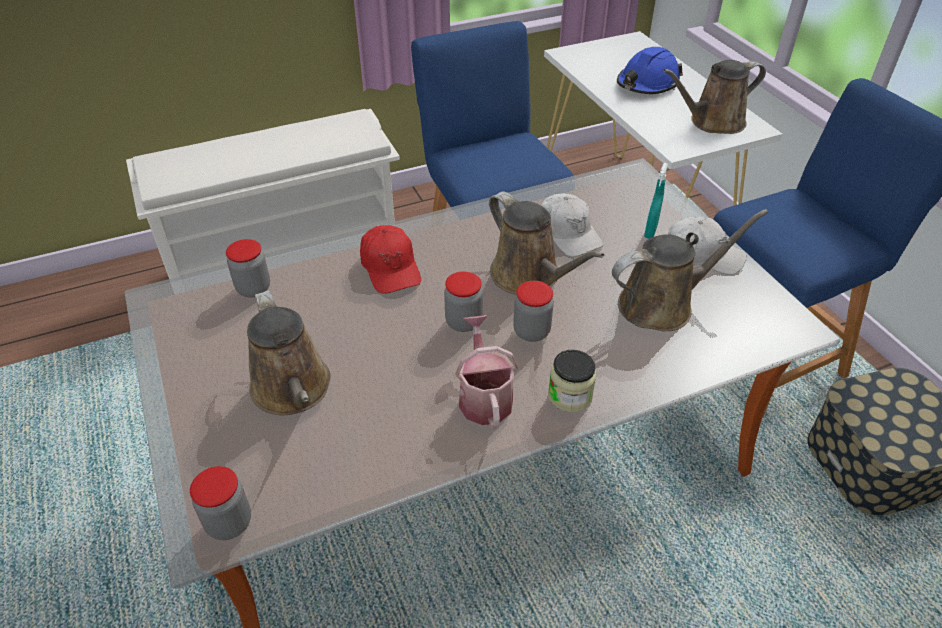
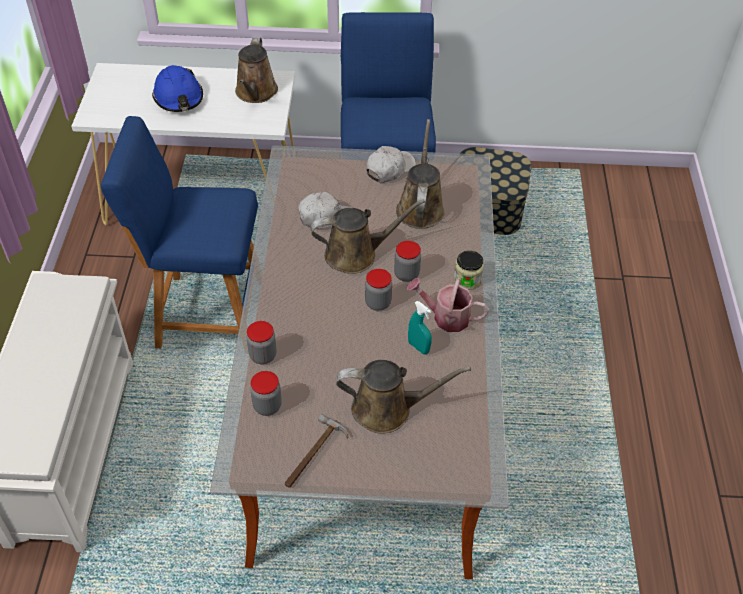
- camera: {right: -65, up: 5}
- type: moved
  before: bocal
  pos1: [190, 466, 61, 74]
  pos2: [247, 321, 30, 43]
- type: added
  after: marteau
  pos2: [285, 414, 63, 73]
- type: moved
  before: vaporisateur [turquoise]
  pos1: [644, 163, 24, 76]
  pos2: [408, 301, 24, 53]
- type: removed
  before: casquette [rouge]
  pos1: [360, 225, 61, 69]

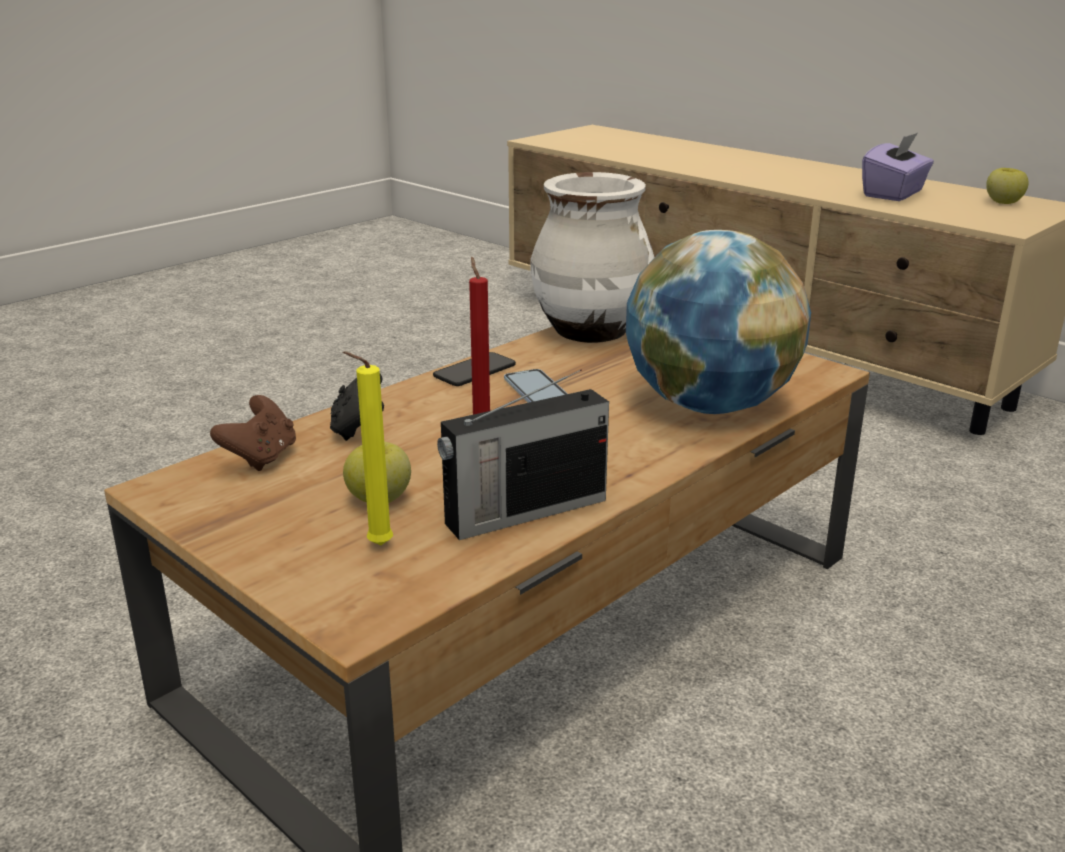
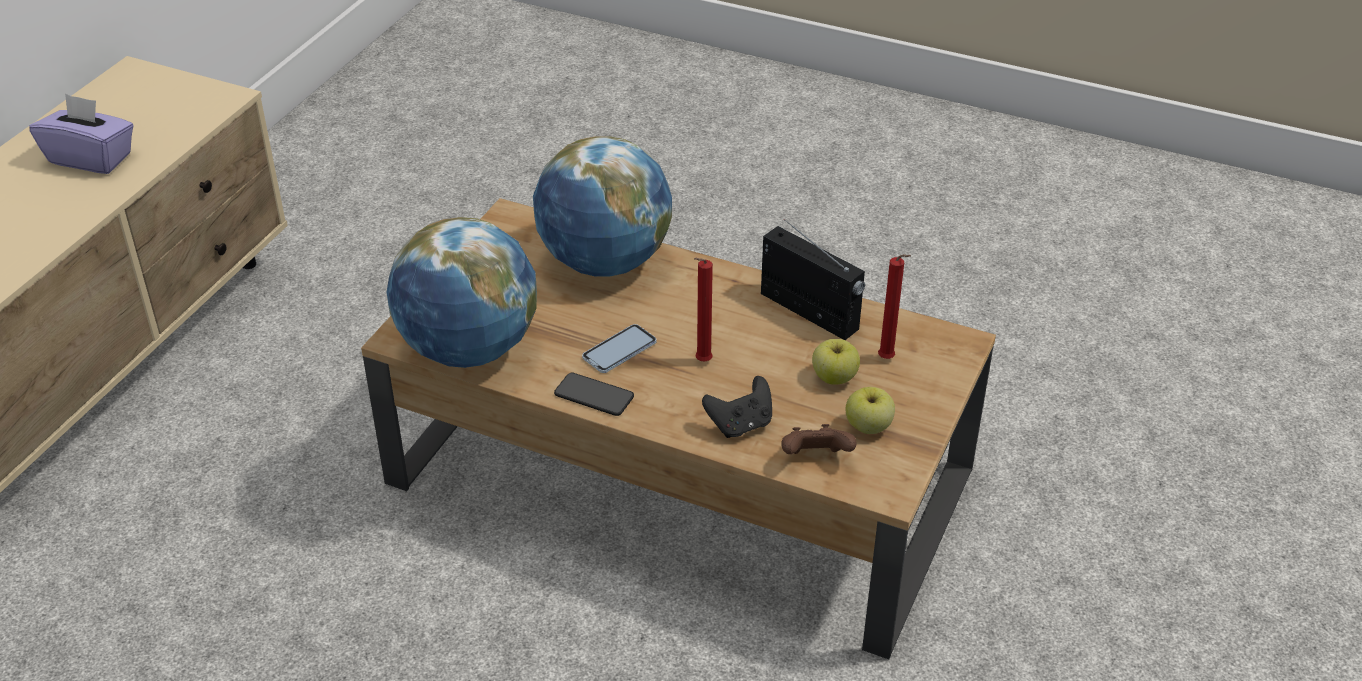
- camera: {right: -110, up: 15}
- type: replaced
  before: vase [blanc]
  after: globe
  pos1: [531, 172, 123, 171]
  pos2: [387, 217, 150, 151]
- type: moved
  before: pomme
  pos1: [986, 168, 42, 36]
  pos2: [846, 387, 49, 47]
- type: recoloured
  before: bougie [jaune]
  after: bougie [rouge]
  pos1: [343, 351, 50, 194]
  pos2: [878, 254, 33, 105]

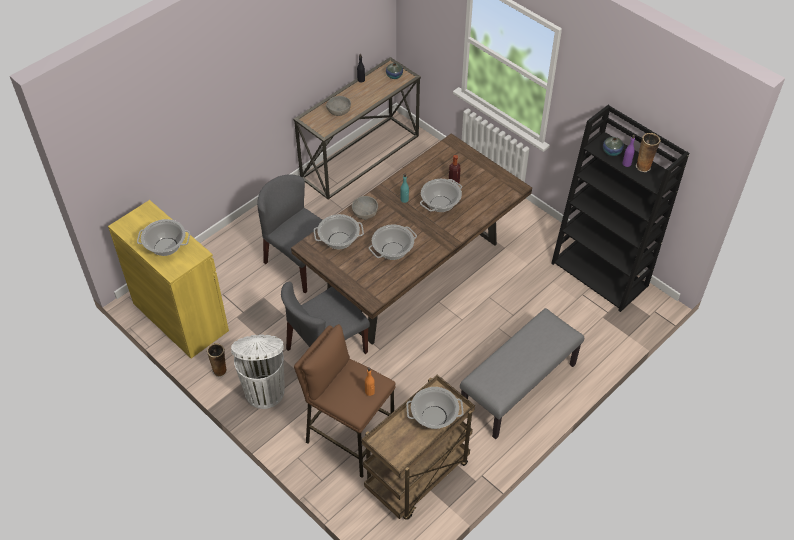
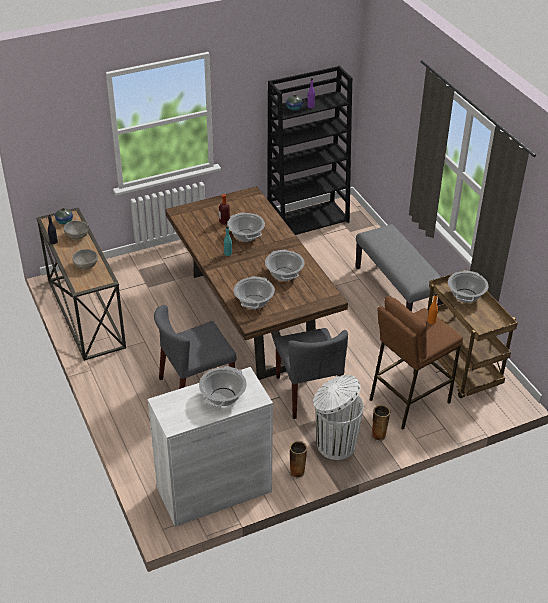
- camera: {right: -70, up: -10}
- type: moved
  before: bol [gris]
  pos1: [352, 196, 26, 24]
  pos2: [64, 220, 24, 19]
- type: recoloured
  before: meuble de rangement [jaune]
  after: meuble de rangement [blanc]
  pos1: [108, 200, 121, 158]
  pos2: [147, 367, 126, 160]
- type: moved
  before: vase
  pos1: [636, 133, 25, 39]
  pos2: [372, 405, 18, 36]

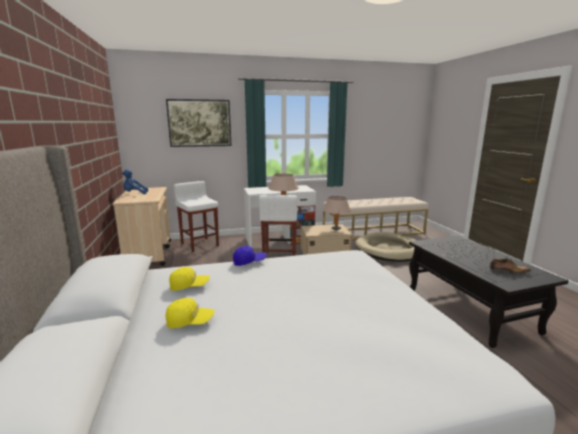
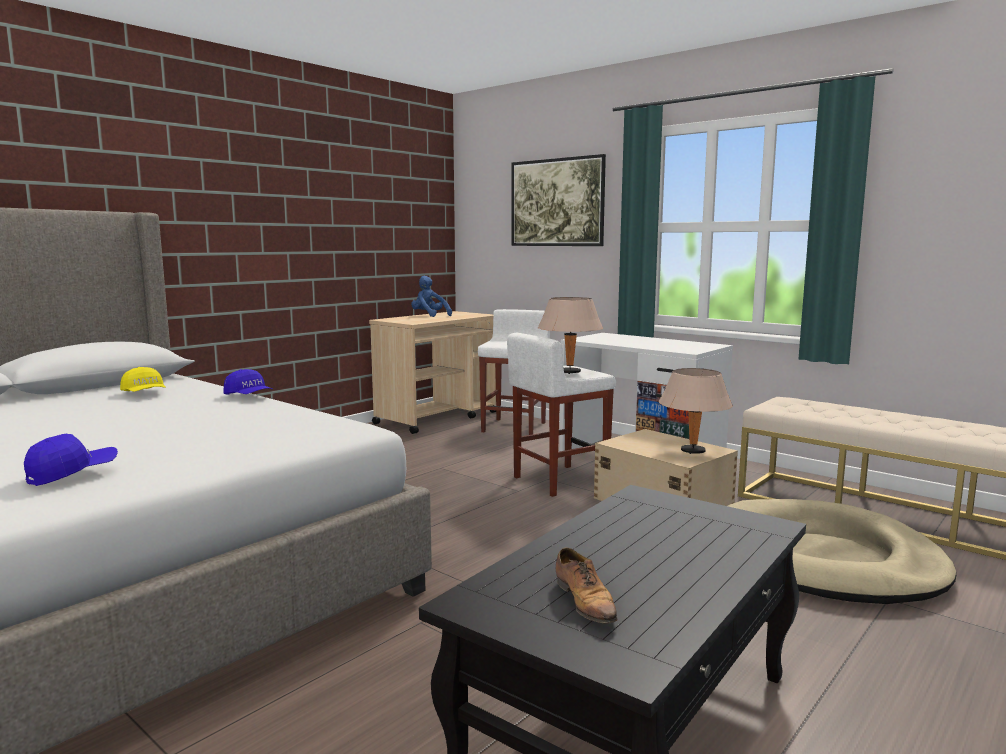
- camera: {right: 55, up: -5}
- type: added
  after: casquette [bleu]
  pos2: [24, 434, 94, 52]
- type: removed
  before: casquette [jaune]
  pos1: [165, 298, 50, 30]

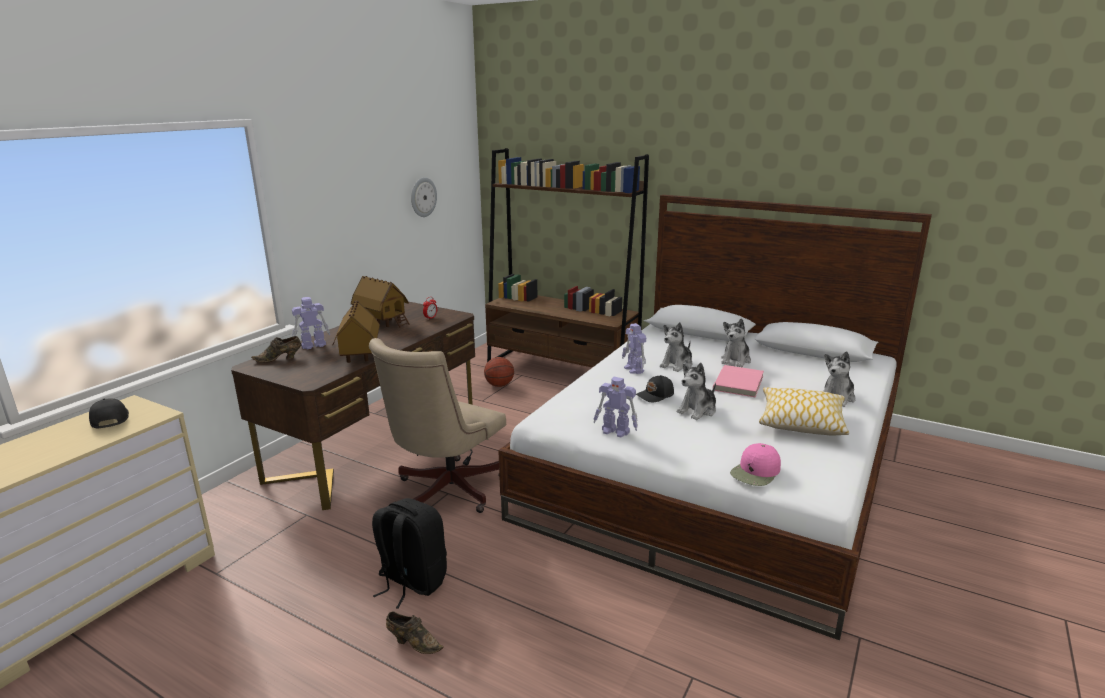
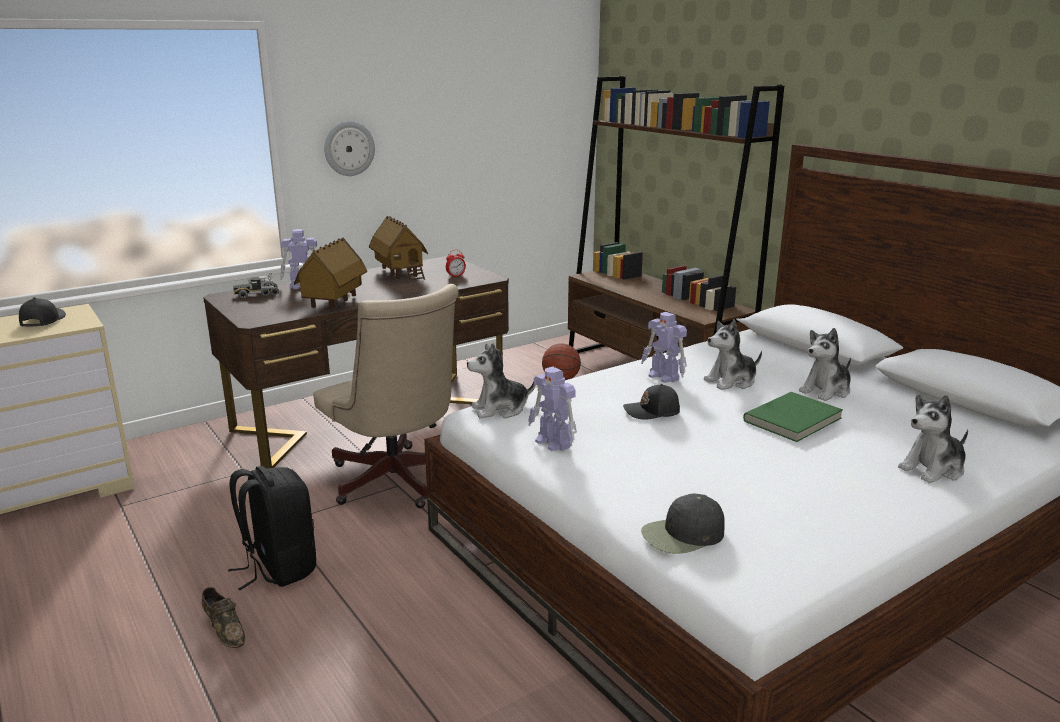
- camera: {right: 25, up: 0}
- type: replaced
  before: chaussure [marron]
  after: camion jouet
  pos1: [251, 336, 50, 27]
  pos2: [233, 273, 46, 25]
- type: turned
  before: chaise de bureau [beige]
  pos1: [369, 338, 137, 175]
  pos2: [313, 284, 146, 224]
  turn: -90
- type: moved
  before: horloge murale
  pos1: [411, 178, 26, 39]
  pos2: [324, 121, 51, 55]
- type: moved
  before: peluche
  pos1: [677, 363, 39, 57]
  pos2: [467, 343, 68, 75]
- type: turned
  before: robot jouet
  pos1: [622, 323, 24, 51]
  pos2: [641, 312, 46, 71]
  turn: -45
- type: recoloured
  before: casquette [rose]
  after: casquette [noir]
  pos1: [730, 443, 51, 43]
  pos2: [641, 493, 84, 61]
- type: recoloured
  before: livre [rose]
  after: livre [vert]
  pos1: [713, 365, 51, 32]
  pos2: [743, 392, 100, 50]
- type: removed
  before: coussin
  pos1: [759, 387, 90, 48]

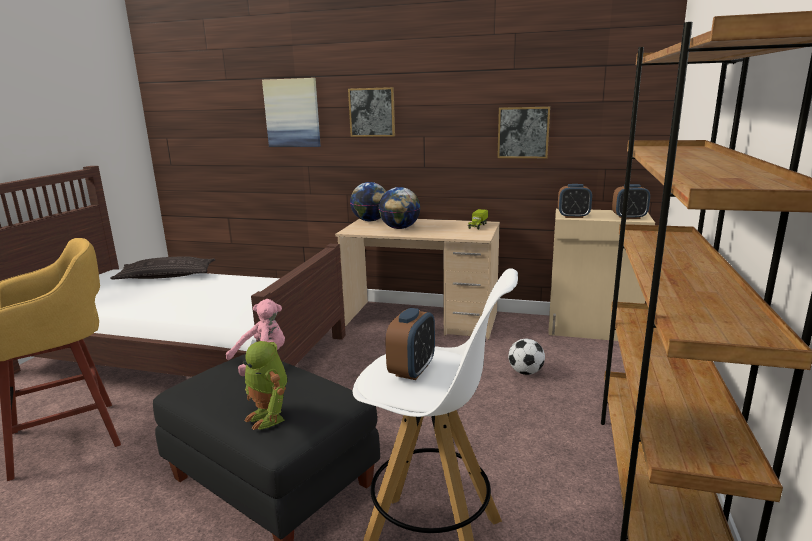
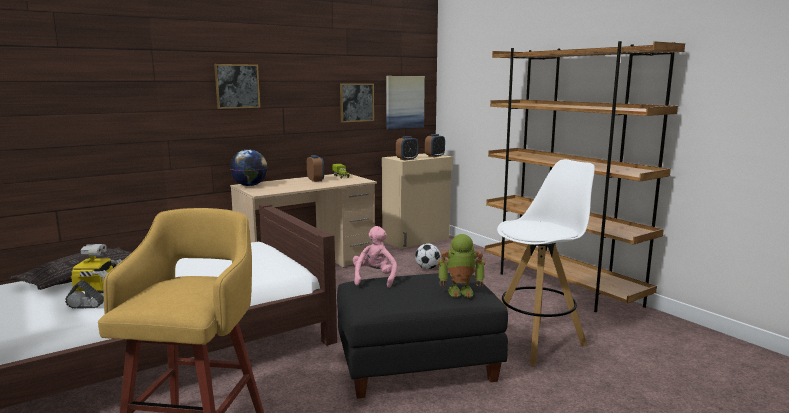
- camera: {right: -50, up: -5}
- type: added
  after: robot jouet
  pos2: [65, 244, 57, 65]
- type: moved
  before: réveil
  pos1: [385, 308, 50, 72]
  pos2: [307, 155, 17, 27]
- type: moved
  before: tableau
  pos1: [262, 78, 59, 69]
  pos2: [386, 76, 39, 54]
- type: removed
  before: globe
  pos1: [378, 187, 42, 42]

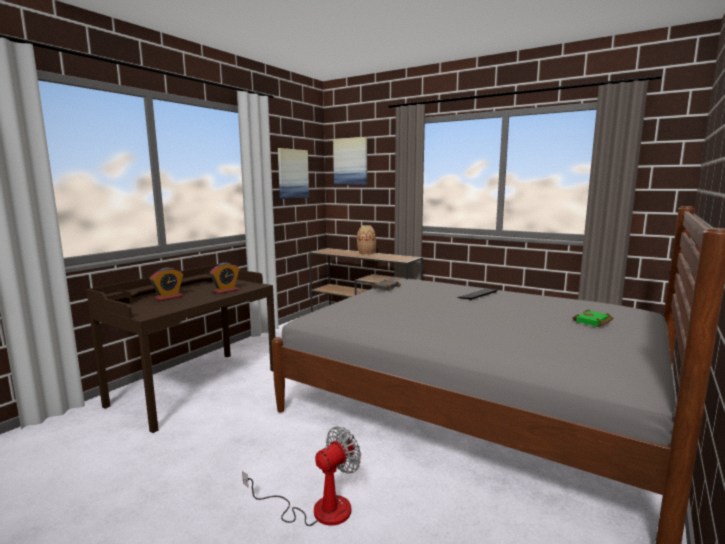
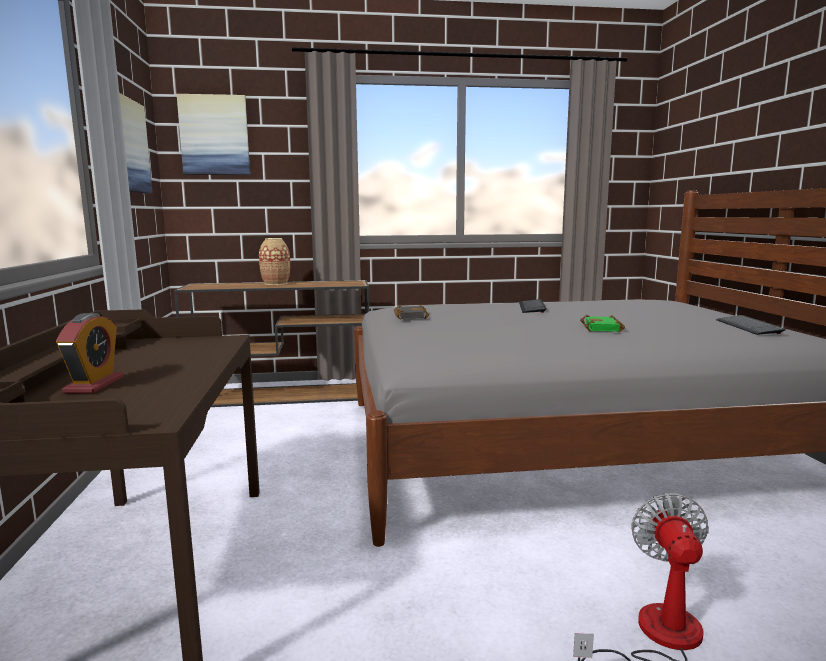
- camera: {right: -40, up: 0}
- type: moved
  before: livre [vert]
  pos1: [572, 309, 42, 18]
  pos2: [580, 315, 45, 17]
- type: added
  after: clavier
  pos2: [716, 315, 70, 20]
- type: removed
  before: réveil
  pos1: [210, 263, 29, 31]

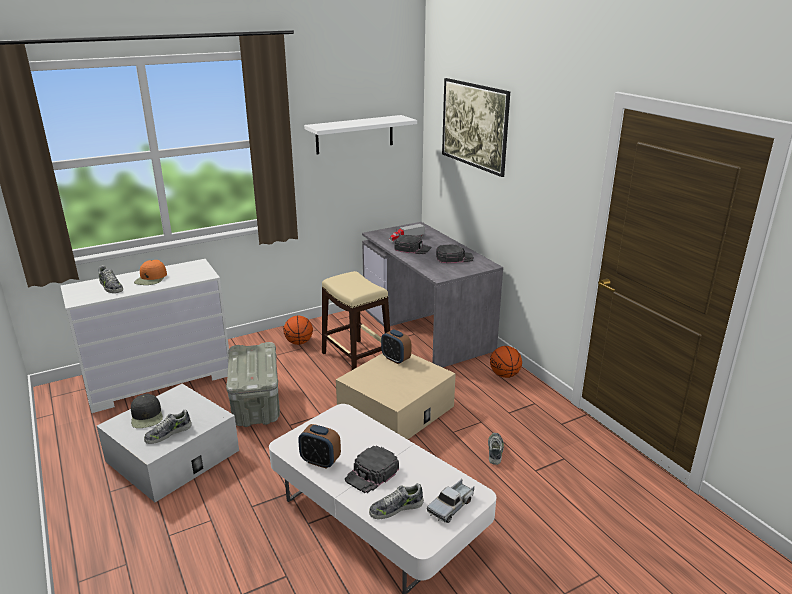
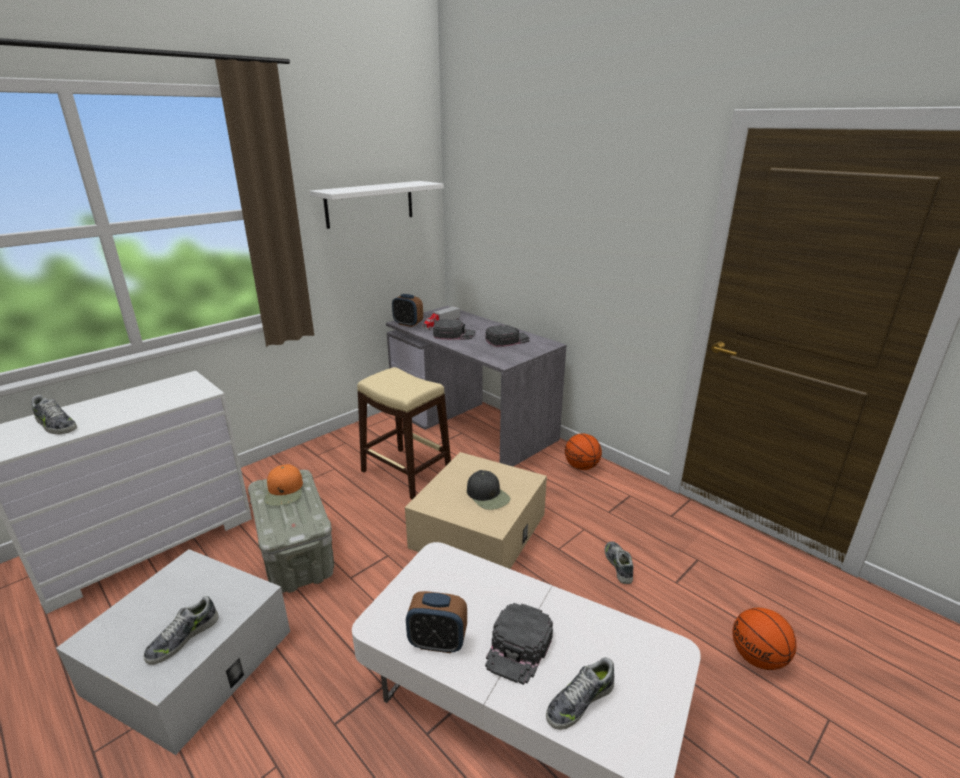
- camera: {right: -15, up: 0}
- type: moved
  before: casquette [orange]
  pos1: [134, 260, 33, 25]
  pos2: [264, 464, 39, 42]
- type: moved
  before: réveil
  pos1: [381, 329, 30, 35]
  pos2: [392, 294, 31, 33]
- type: moved
  before: casquette [noir]
  pos1: [131, 394, 32, 34]
  pos2: [467, 470, 43, 40]
- type: moved
  before: ballon de basket
  pos1: [283, 315, 30, 30]
  pos2: [733, 608, 64, 62]
- type: removed
  before: camion jouet
  pos1: [427, 479, 47, 44]
- type: removed
  before: tableau
  pos1: [442, 78, 68, 99]

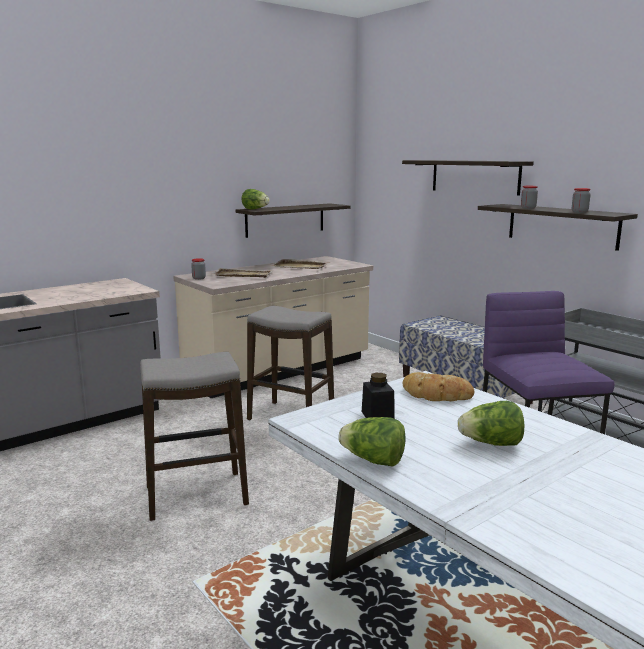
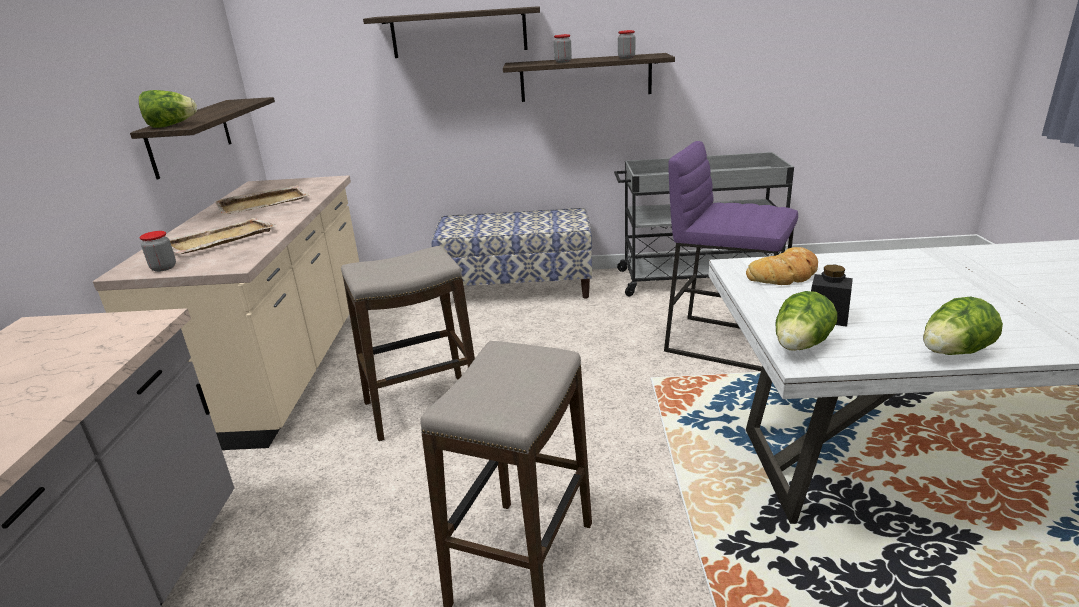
- camera: {right: -50, up: 10}
- type: moved
  before: laitue
  pos1: [458, 401, 66, 45]
  pos2: [776, 291, 61, 60]

